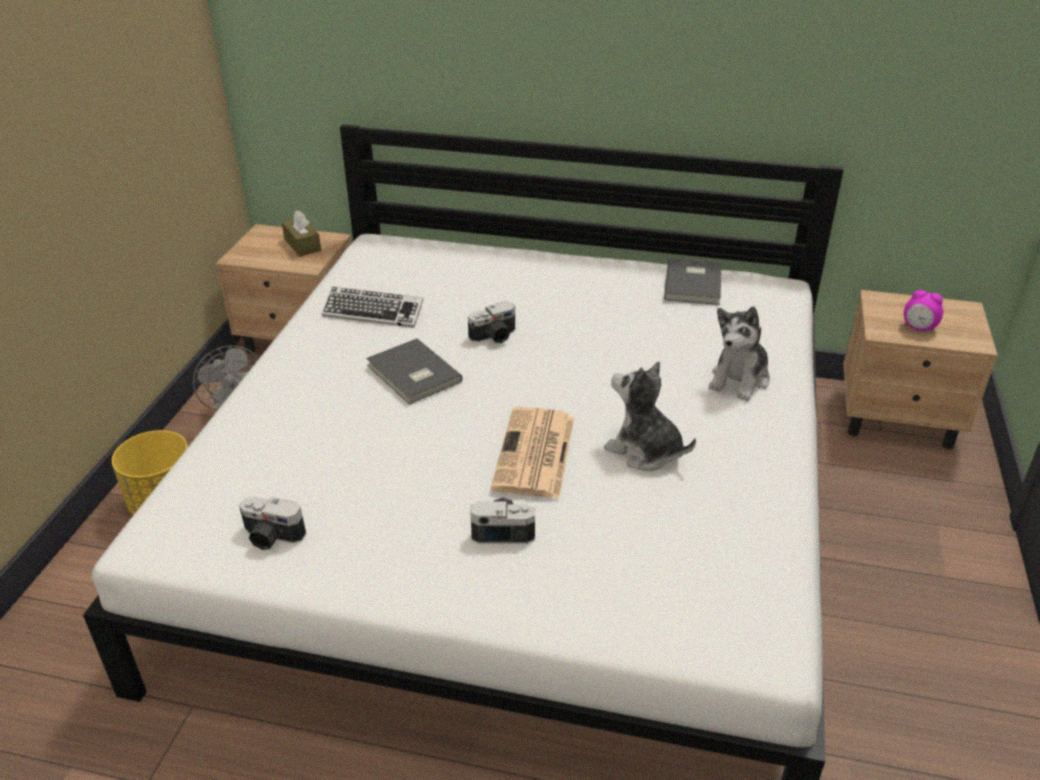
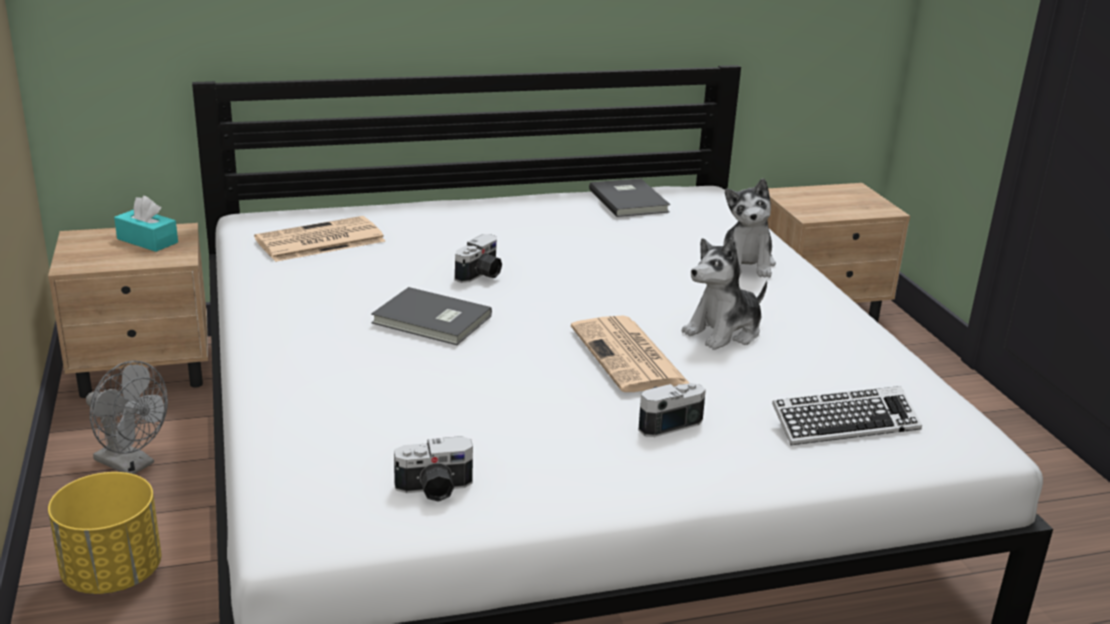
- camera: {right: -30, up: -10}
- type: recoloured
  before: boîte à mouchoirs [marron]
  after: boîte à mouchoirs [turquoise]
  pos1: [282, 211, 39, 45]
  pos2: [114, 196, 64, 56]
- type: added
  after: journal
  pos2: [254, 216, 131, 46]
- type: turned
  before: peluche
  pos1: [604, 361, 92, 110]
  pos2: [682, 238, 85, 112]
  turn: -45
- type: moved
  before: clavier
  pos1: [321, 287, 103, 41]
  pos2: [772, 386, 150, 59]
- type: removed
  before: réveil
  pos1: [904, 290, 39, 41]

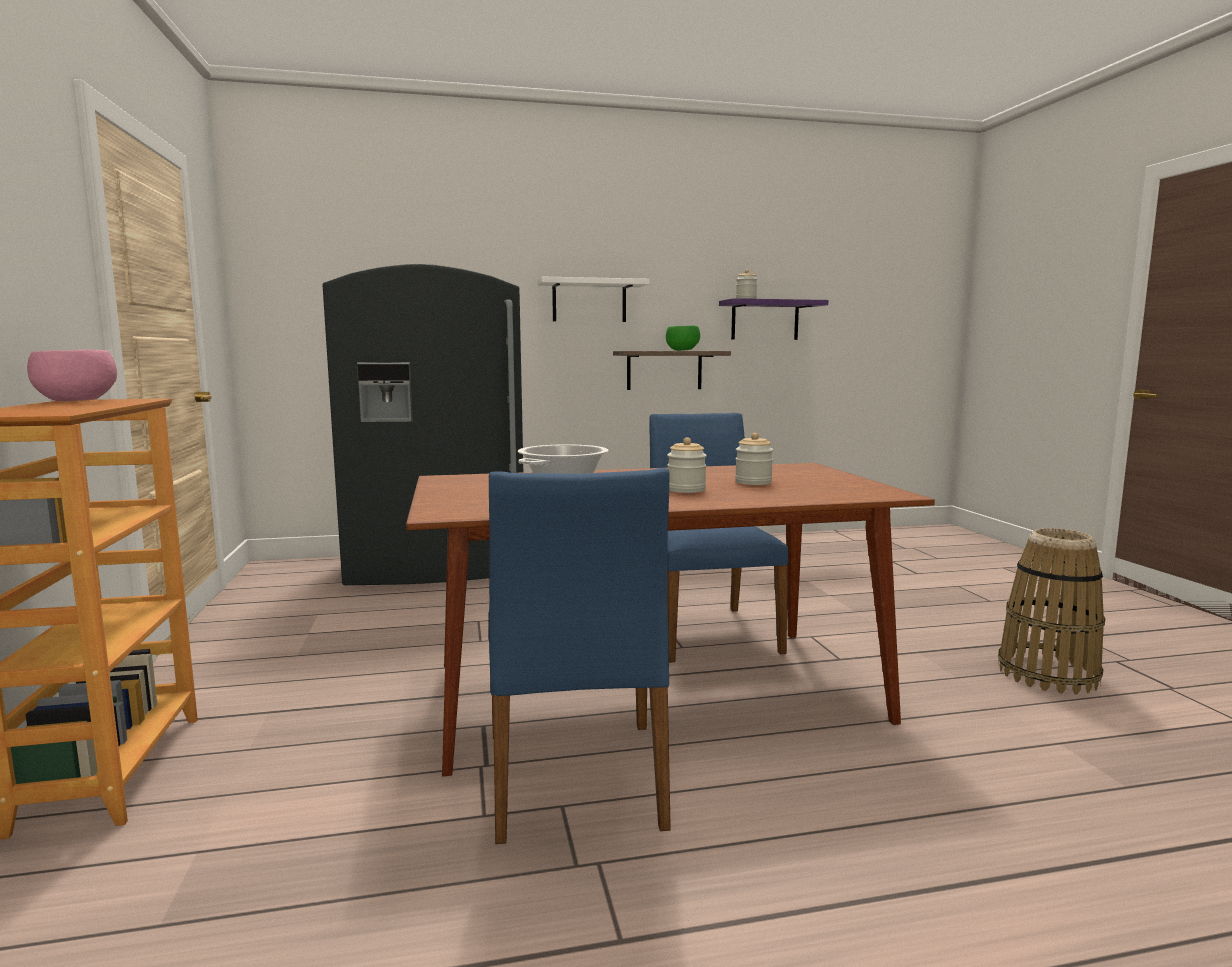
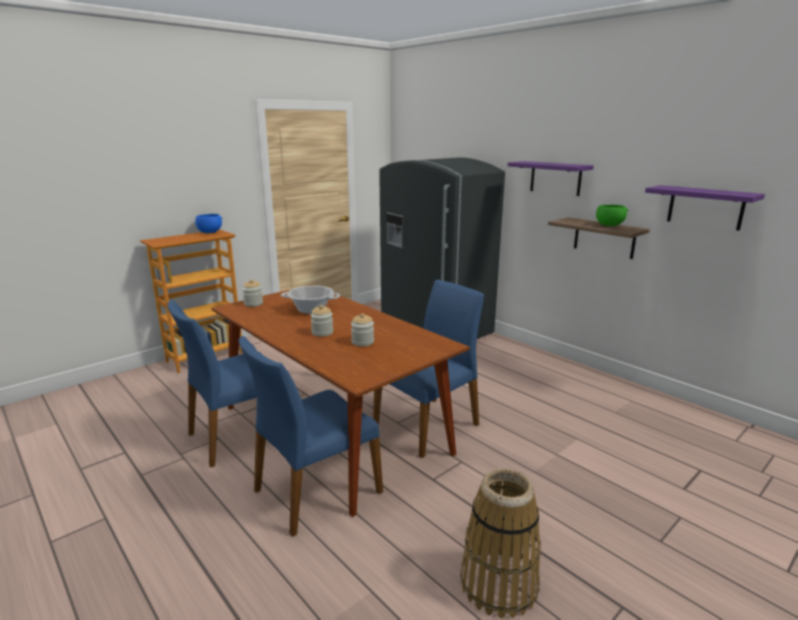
- camera: {right: 60, up: 10}
- type: recoloured
  before: bol [rose]
  after: bol [bleu]
  pos1: [27, 350, 90, 51]
  pos2: [195, 214, 27, 19]
- type: added
  after: chaise [bleu]
  pos2: [239, 336, 144, 201]
- type: moved
  before: bocal
  pos1: [736, 270, 21, 29]
  pos2: [242, 280, 21, 27]
- type: recoloured
  before: étagère [blanc]
  after: étagère [violet]
  pos1: [537, 276, 113, 46]
  pos2: [508, 161, 86, 35]

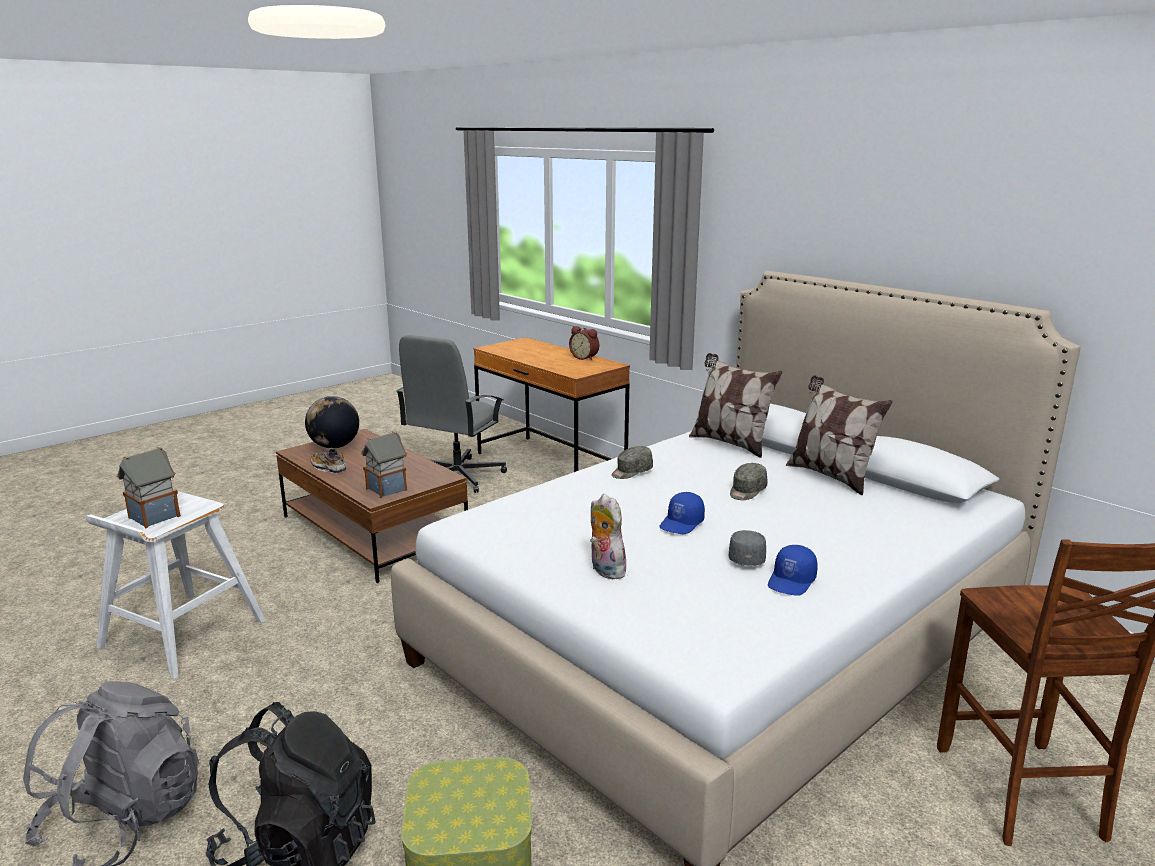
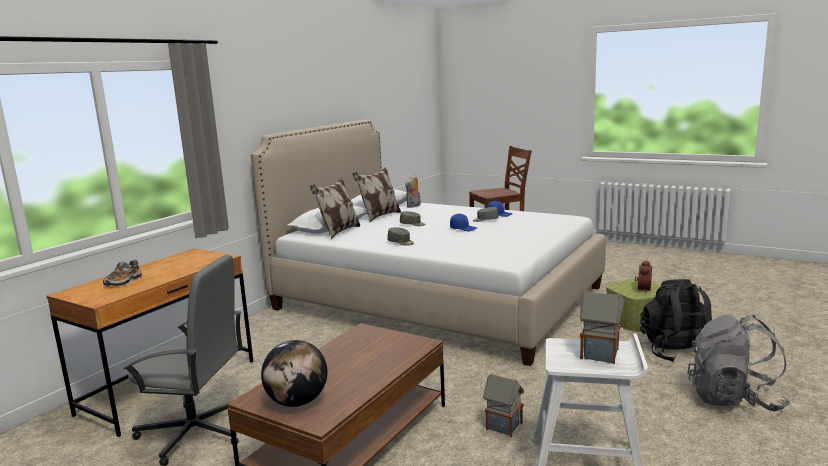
- camera: {right: -105, up: -5}
- type: moved
  before: chaussure
  pos1: [311, 448, 35, 26]
  pos2: [103, 260, 39, 26]
- type: moved
  before: peluche
  pos1: [590, 494, 40, 85]
  pos2: [405, 175, 16, 33]
- type: moved
  before: maison miniature
  pos1: [361, 431, 46, 67]
  pos2: [483, 373, 41, 64]
- type: moved
  before: réveil
  pos1: [569, 326, 30, 34]
  pos2: [635, 260, 17, 33]

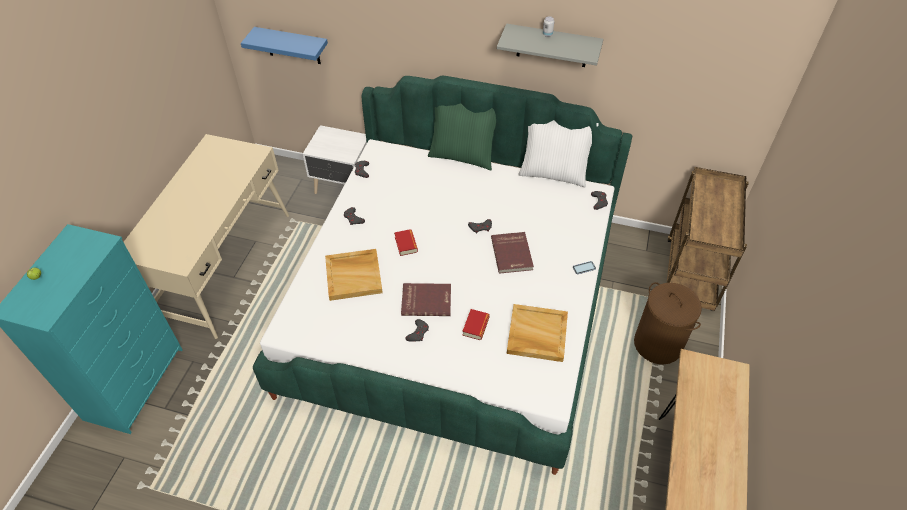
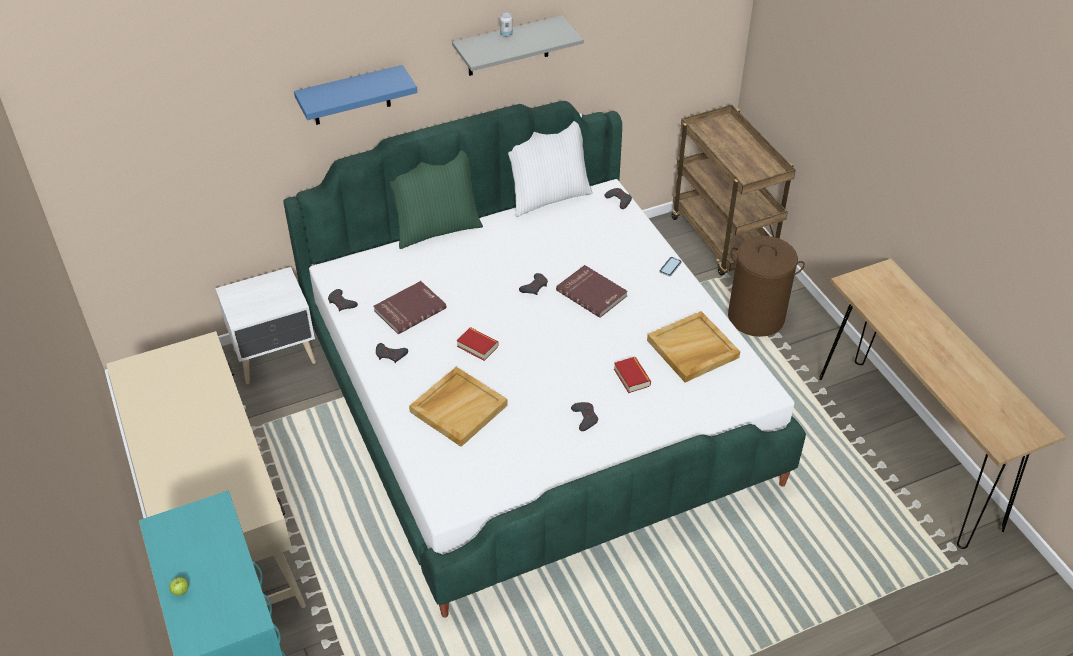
- camera: {right: -40, up: -5}
- type: moved
  before: étagère [bleu]
  pos1: [241, 27, 87, 37]
  pos2: [294, 65, 123, 60]
- type: moved
  before: livre [rouge]
  pos1: [401, 283, 50, 33]
  pos2: [374, 281, 72, 53]

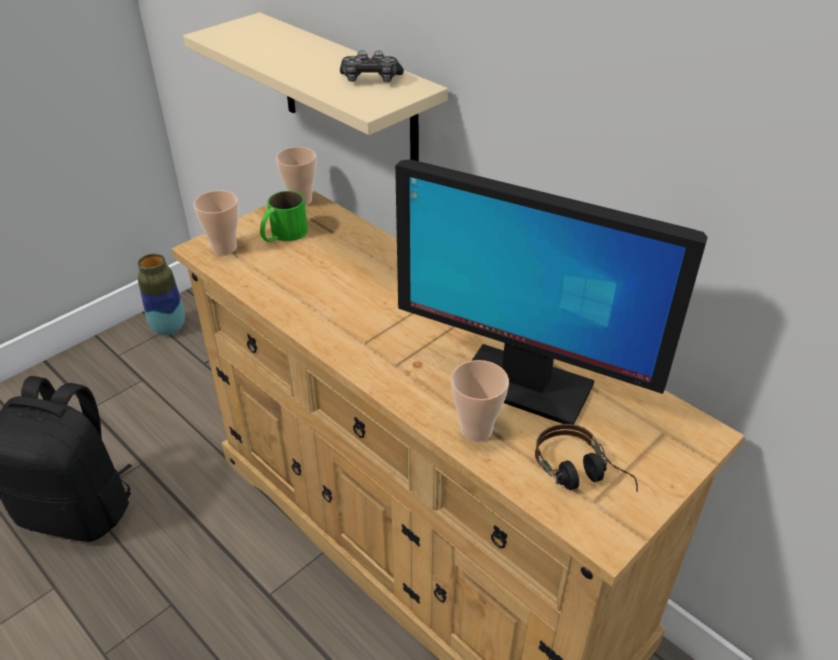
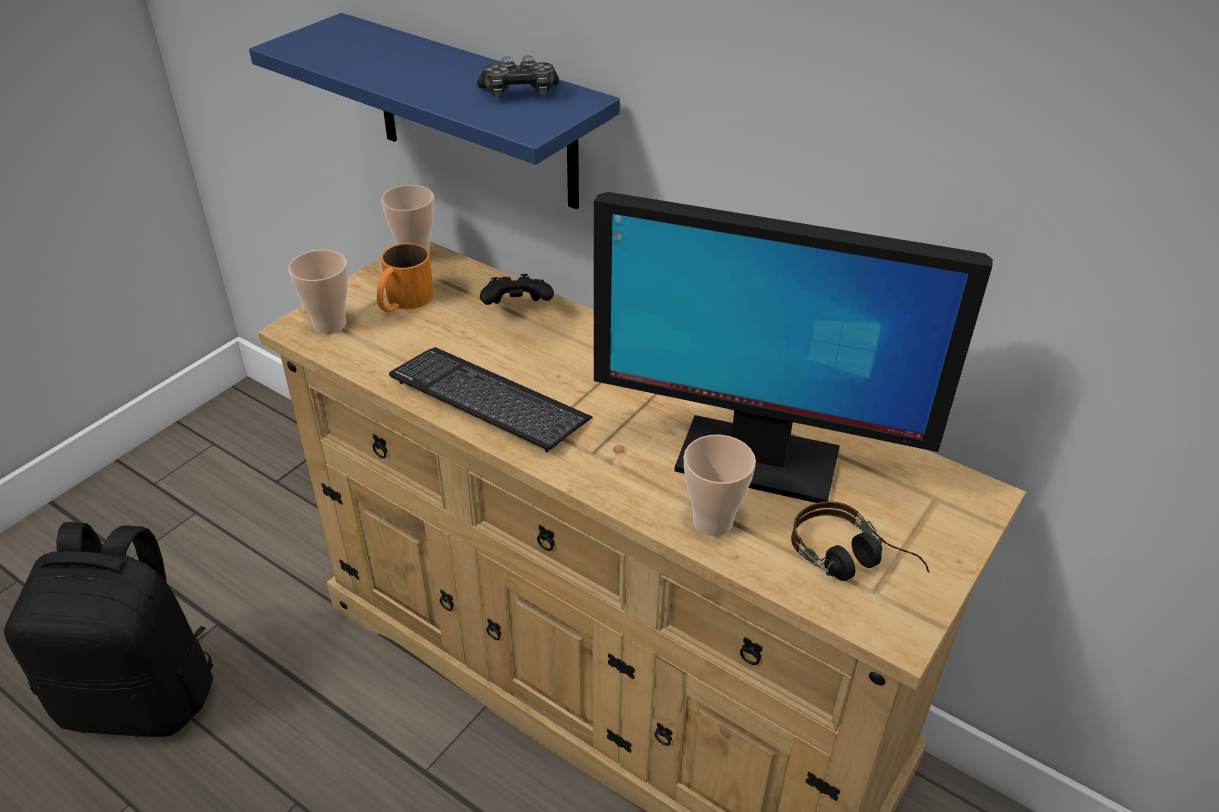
- camera: {right: -10, up: 0}
- type: recoloured
  before: étagère [beige]
  after: étagère [bleu]
  pos1: [183, 12, 265, 149]
  pos2: [249, 13, 371, 196]
- type: recoloured
  before: mug [vert]
  after: mug [orange]
  pos1: [260, 191, 48, 51]
  pos2: [377, 243, 57, 69]
- type: added
  after: clavier
  pos2: [389, 347, 204, 106]
- type: added
  after: manette [noir]
  pos2: [480, 274, 74, 31]
- type: removed
  before: vase
  pos1: [138, 254, 47, 81]

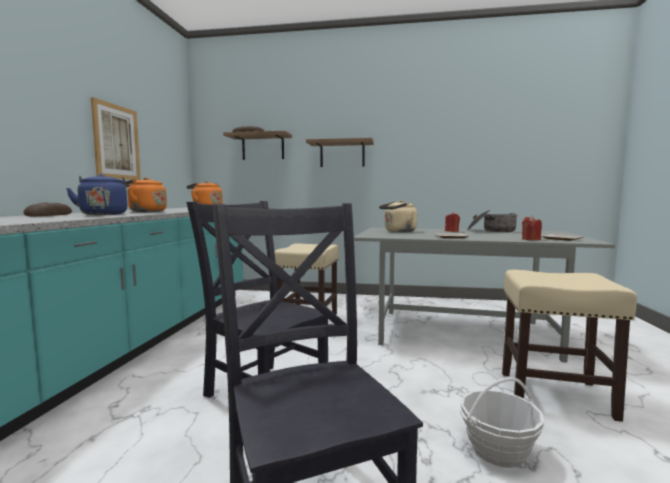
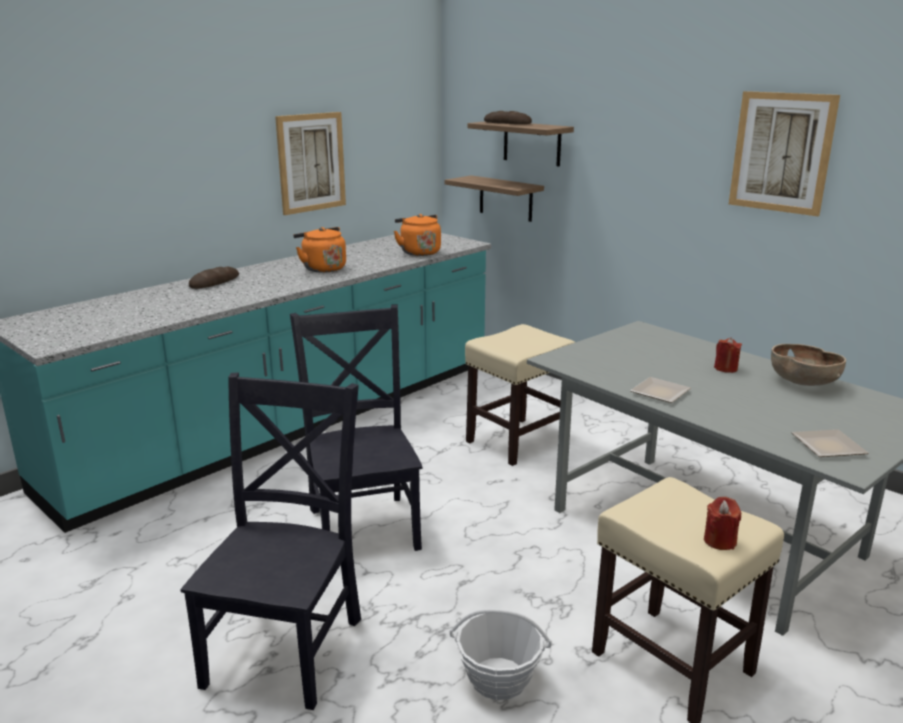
- camera: {right: 35, up: 15}
- type: moved
  before: étagère
  pos1: [306, 138, 68, 29]
  pos2: [445, 175, 99, 47]
- type: moved
  before: bougie [rouge]
  pos1: [522, 216, 20, 24]
  pos2: [704, 497, 37, 53]
- type: added
  after: tableau
  pos2: [729, 91, 111, 125]
- type: replaced
  before: marmite
  after: bol [marron]
  pos1: [467, 209, 51, 23]
  pos2: [771, 344, 75, 42]
- type: removed
  before: bouilloire [bleu]
  pos1: [66, 173, 61, 42]
- type: removed
  before: bouilloire [beige]
  pos1: [379, 200, 38, 32]

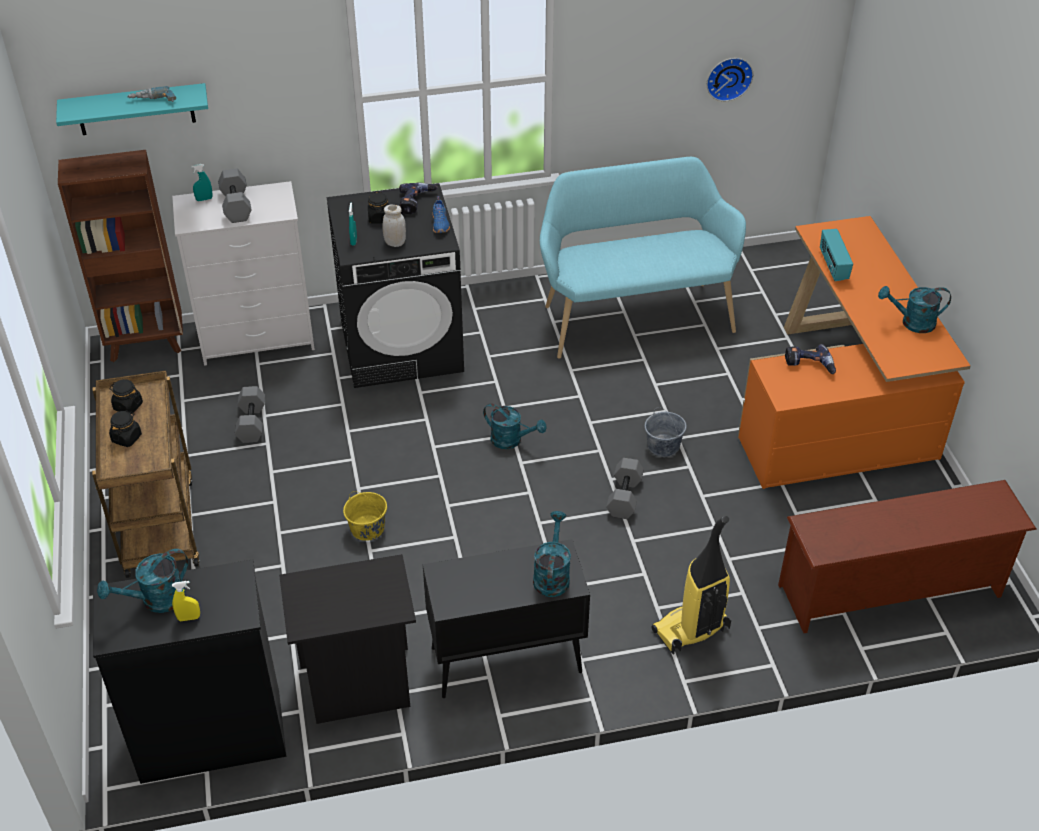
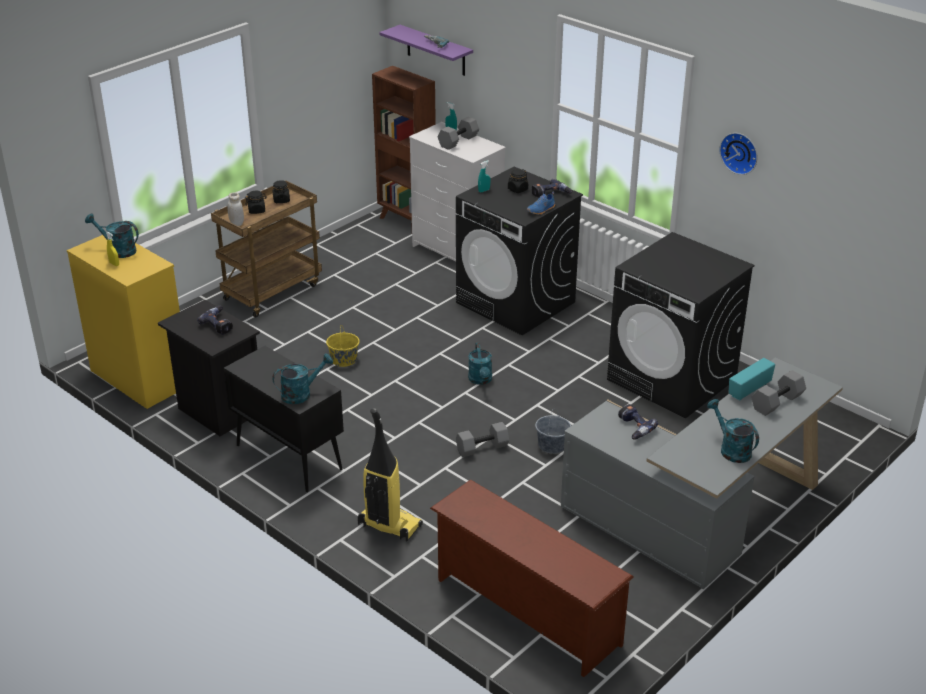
- camera: {right: 55, up: -10}
- type: recoloured
  before: commode [noir]
  after: commode [jaune]
  pos1: [93, 560, 193, 224]
  pos2: [67, 235, 113, 174]
- type: added
  after: perceuse
  pos2: [197, 306, 36, 29]
- type: moved
  before: bocal [blanc]
  pos1: [382, 205, 24, 42]
  pos2: [227, 192, 17, 34]
- type: recoloured
  before: étagère [turquoise]
  after: étagère [violet]
  pos1: [56, 83, 152, 52]
  pos2: [379, 25, 94, 51]
- type: recoloured
  before: bureau [orange]
  after: bureau [gris]
  pos1: [738, 216, 232, 273]
  pos2: [561, 357, 282, 232]
- type: replaced
  before: banc [turquoise]
  after: lave-linge [noir]
  pos1: [540, 157, 206, 202]
  pos2: [607, 232, 147, 186]
- type: moved
  before: horloge murale
  pos1: [707, 58, 46, 43]
  pos2: [719, 133, 38, 42]
- type: moved
  before: haltère [gris]
  pos1: [235, 386, 30, 57]
  pos2: [751, 370, 55, 46]

